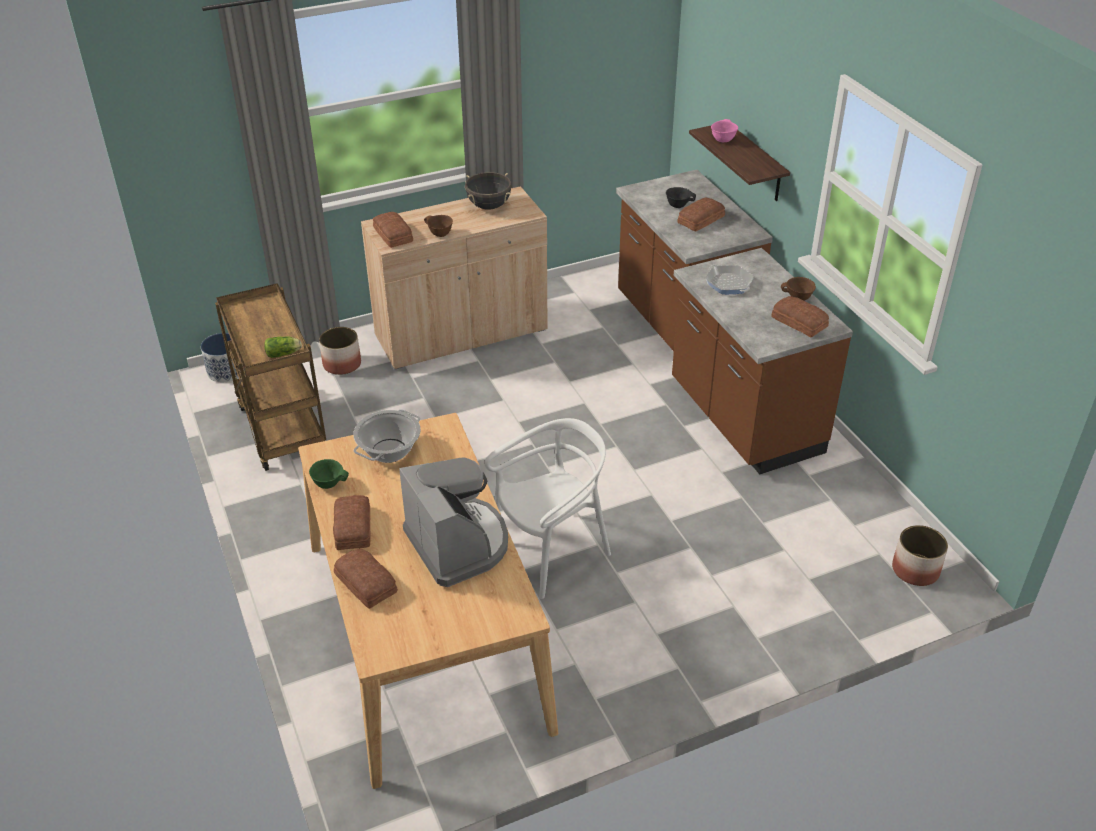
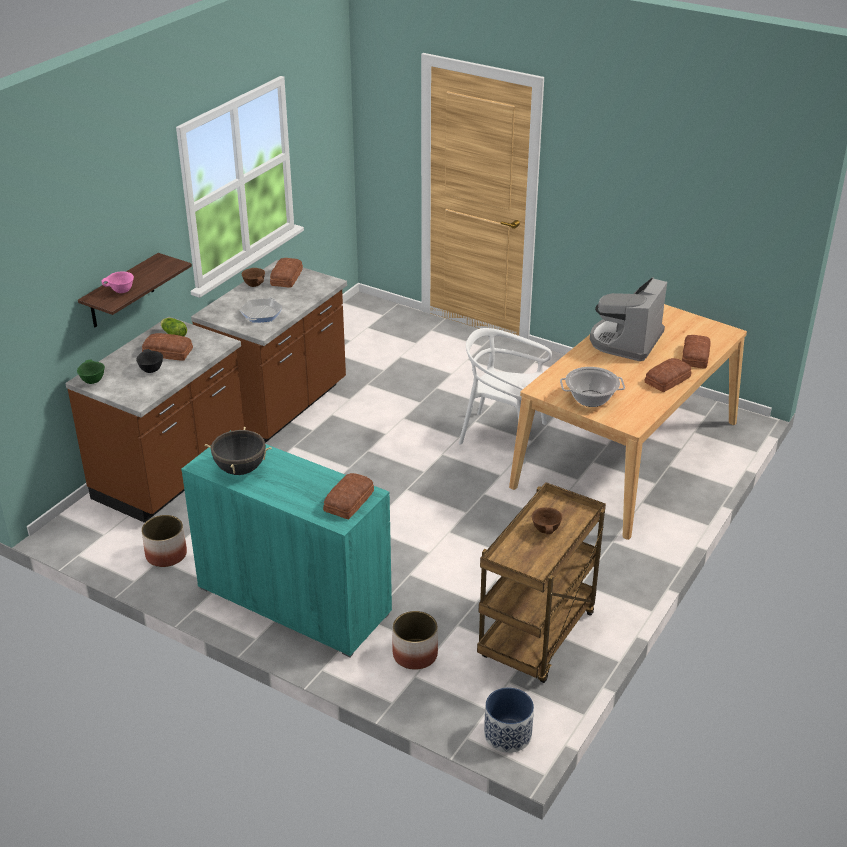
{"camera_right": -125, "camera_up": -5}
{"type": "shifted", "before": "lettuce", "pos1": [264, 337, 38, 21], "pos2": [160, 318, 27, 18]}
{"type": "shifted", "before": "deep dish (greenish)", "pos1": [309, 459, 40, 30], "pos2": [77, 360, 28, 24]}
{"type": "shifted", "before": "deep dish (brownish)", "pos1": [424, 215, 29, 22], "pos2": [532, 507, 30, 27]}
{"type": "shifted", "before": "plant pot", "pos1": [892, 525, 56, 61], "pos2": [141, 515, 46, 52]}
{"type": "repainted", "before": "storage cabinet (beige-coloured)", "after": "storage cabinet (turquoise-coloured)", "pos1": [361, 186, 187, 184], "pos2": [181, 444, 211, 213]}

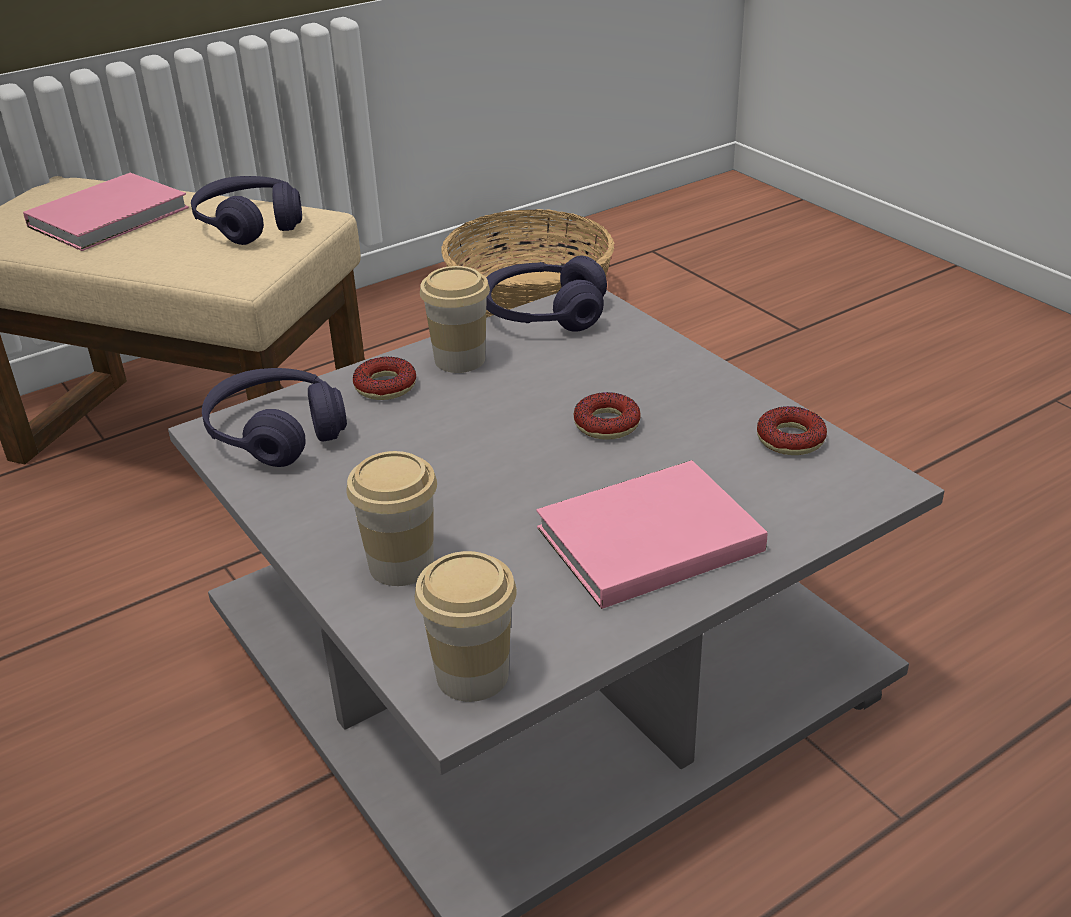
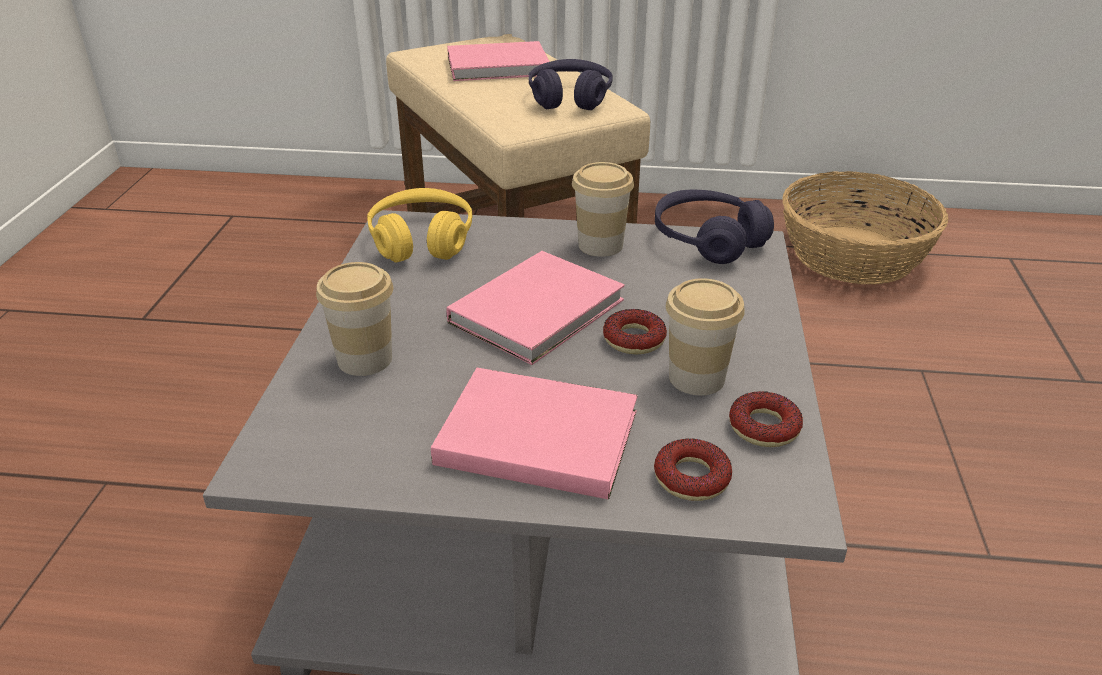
{"camera_right": 40, "camera_up": 0}
{"type": "new", "after": "book (pink)", "pos2": [447, 251, 178, 114]}
{"type": "shifted", "before": "donut", "pos1": [353, 357, 63, 43], "pos2": [654, 438, 78, 63]}
{"type": "shifted", "before": "drinking cup", "pos1": [415, 551, 102, 151], "pos2": [666, 278, 79, 117]}
{"type": "repainted", "before": "pair of headphones (purple)", "after": "pair of headphones (yellow-coloured)", "pos1": [202, 368, 145, 99], "pos2": [367, 188, 105, 74]}

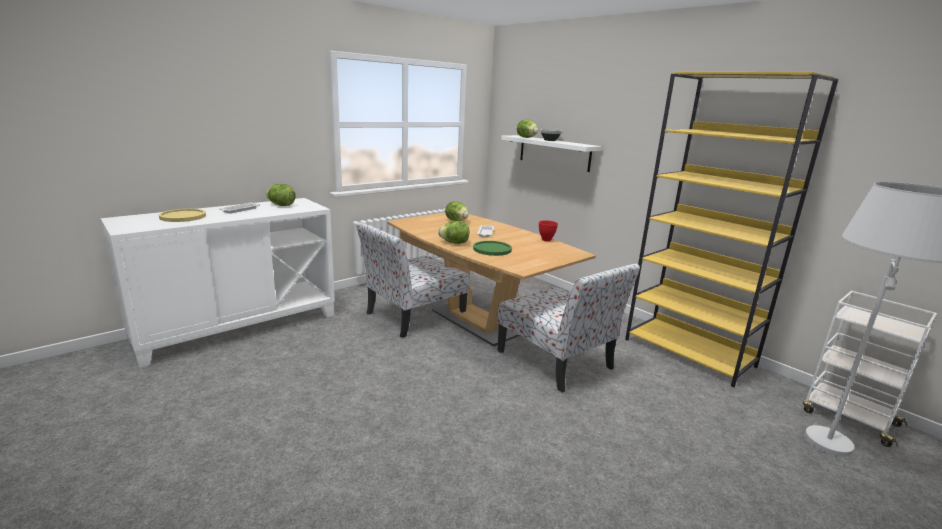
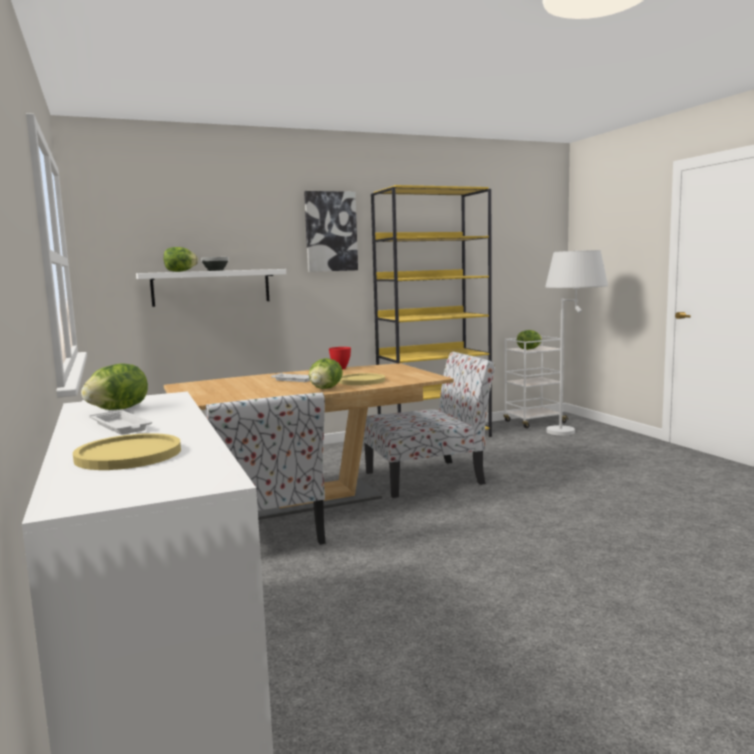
{"camera_right": -70, "camera_up": -10}
{"type": "new", "after": "picture", "pos2": [304, 191, 54, 81]}
{"type": "shifted", "before": "lettuce", "pos1": [445, 201, 24, 20], "pos2": [517, 330, 25, 20]}
{"type": "repainted", "before": "dinner plate (greenish)", "after": "dinner plate (yellow-coloured)", "pos1": [473, 241, 39, 15], "pos2": [338, 373, 47, 12]}

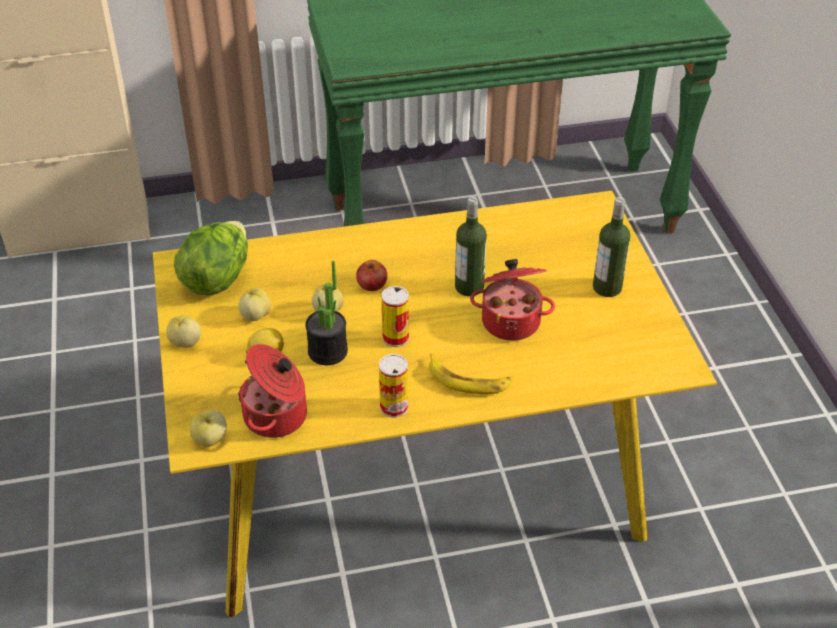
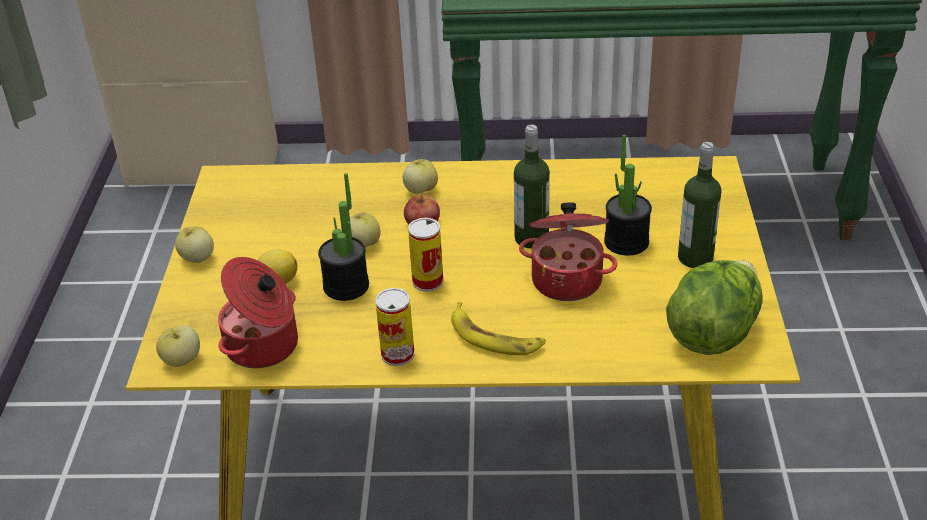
{"camera_right": 15, "camera_up": -5}
{"type": "new", "after": "houseplant", "pos2": [604, 135, 48, 120]}
{"type": "shifted", "before": "lettuce", "pos1": [174, 221, 74, 74], "pos2": [666, 260, 97, 95]}
{"type": "shifted", "before": "apple", "pos1": [239, 288, 32, 33], "pos2": [403, 159, 35, 35]}

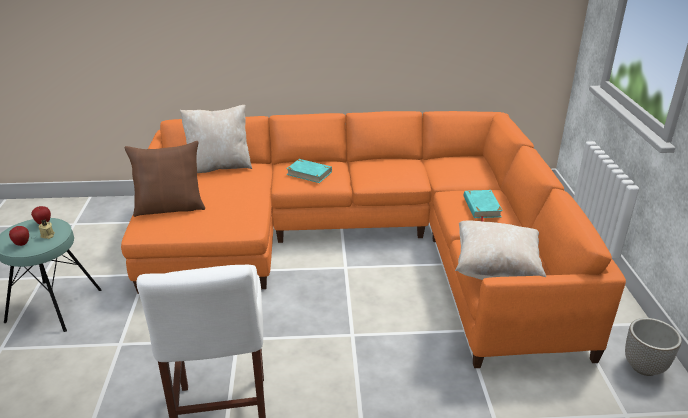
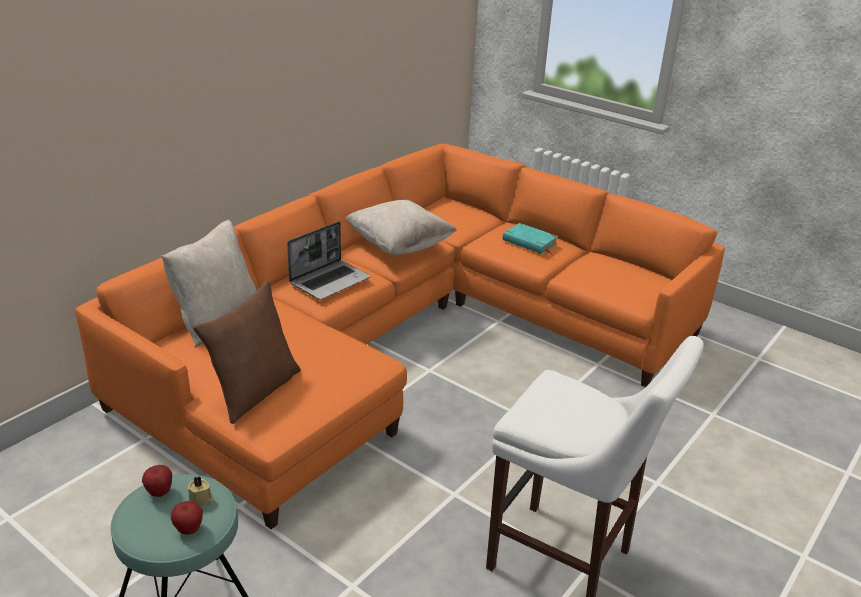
{"camera_right": -50, "camera_up": 0}
{"type": "gone", "before": "plant pot", "pos1": [625, 318, 57, 58]}
{"type": "shifted", "before": "pillow (beige-coloured)", "pos1": [455, 220, 91, 60], "pos2": [346, 200, 111, 55]}
{"type": "swapped", "before": "book (turquoise-coloured)", "after": "portable computer", "pos1": [286, 159, 46, 24], "pos2": [287, 221, 84, 79]}

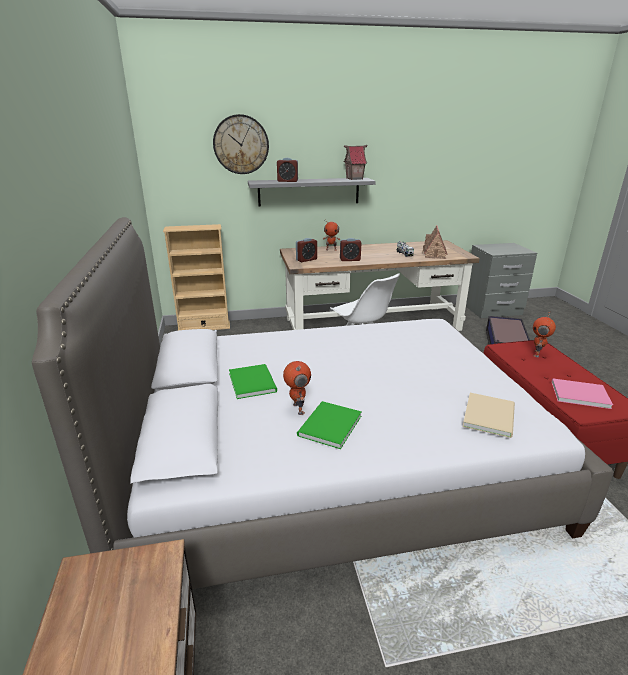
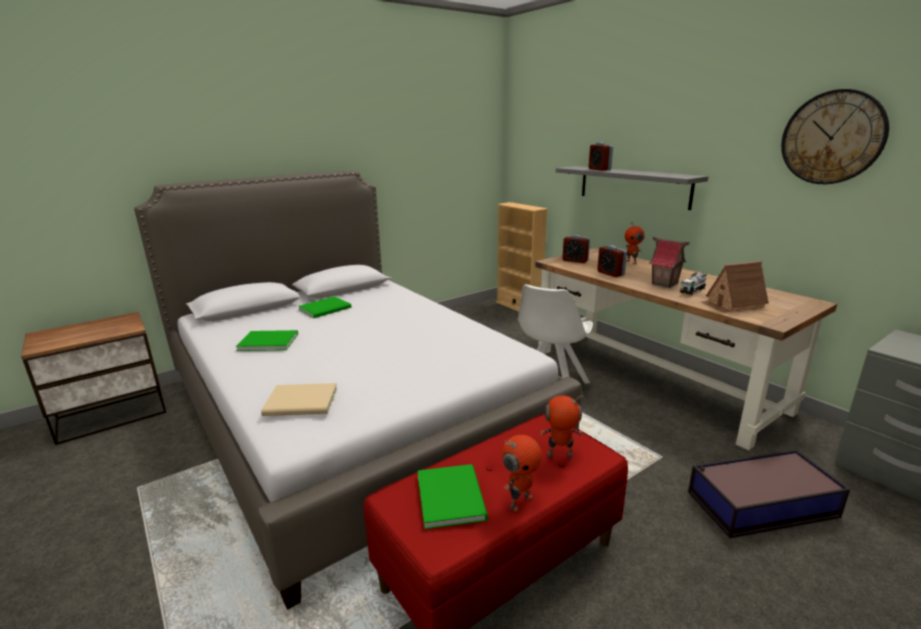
{"camera_right": 65, "camera_up": -5}
{"type": "shifted", "before": "wall clock", "pos1": [213, 114, 56, 60], "pos2": [781, 89, 108, 95]}
{"type": "shifted", "before": "robot figure", "pos1": [283, 361, 28, 54], "pos2": [502, 435, 40, 76]}
{"type": "shifted", "before": "model house", "pos1": [344, 145, 24, 35], "pos2": [650, 237, 40, 51]}
{"type": "repainted", "before": "book (pink)", "after": "book (greenish)", "pos1": [552, 379, 61, 30], "pos2": [418, 464, 70, 65]}

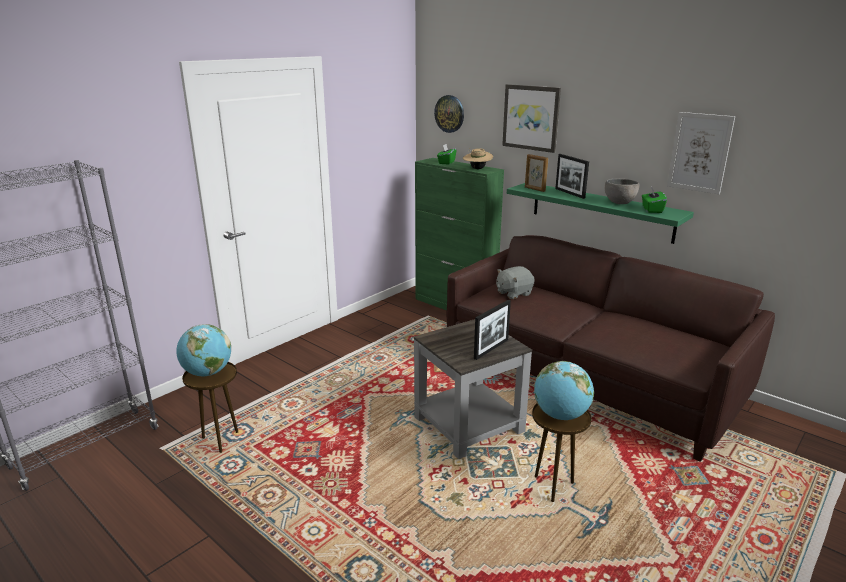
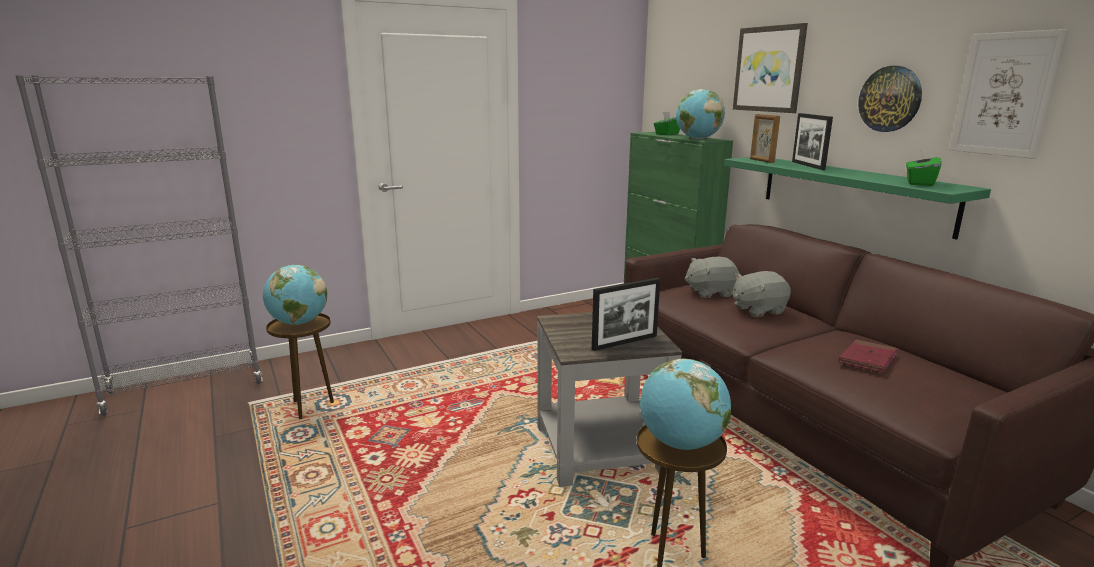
{"camera_right": 20, "camera_up": -5}
{"type": "gone", "before": "deep dish (grey)", "pos1": [605, 179, 35, 25]}
{"type": "new", "after": "plush toy (grey)", "pos2": [733, 271, 58, 46]}
{"type": "new", "after": "book (red-coloured)", "pos2": [839, 339, 59, 34]}
{"type": "shifted", "before": "wall clock", "pos1": [434, 95, 30, 38], "pos2": [858, 66, 64, 66]}
{"type": "swapped", "before": "clothing hat (beige-coloured)", "after": "desk globe", "pos1": [463, 148, 30, 21], "pos2": [676, 89, 49, 50]}

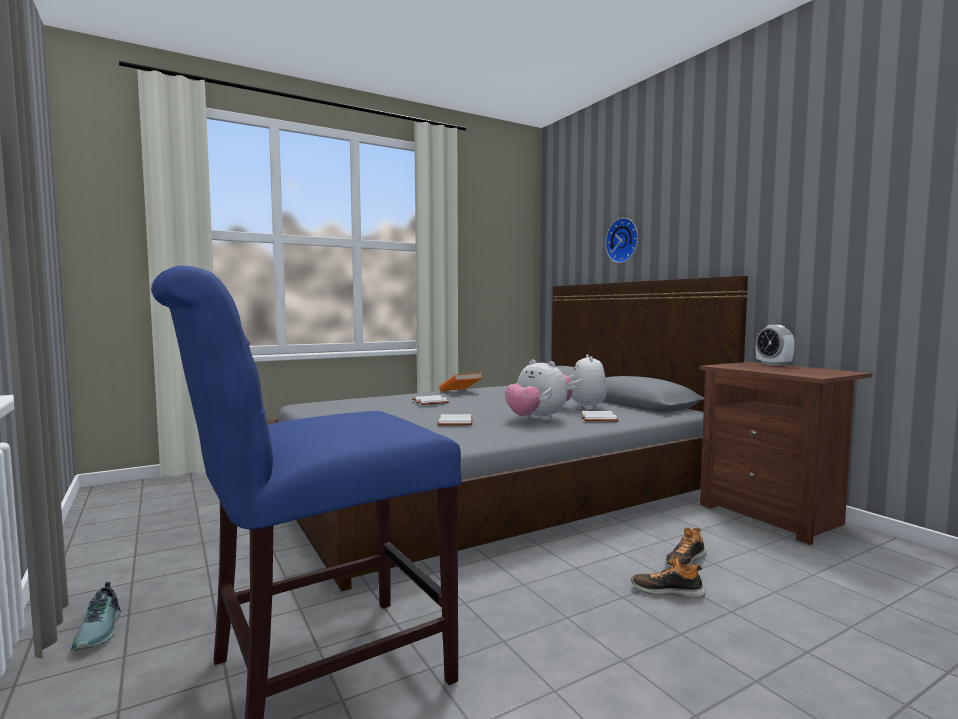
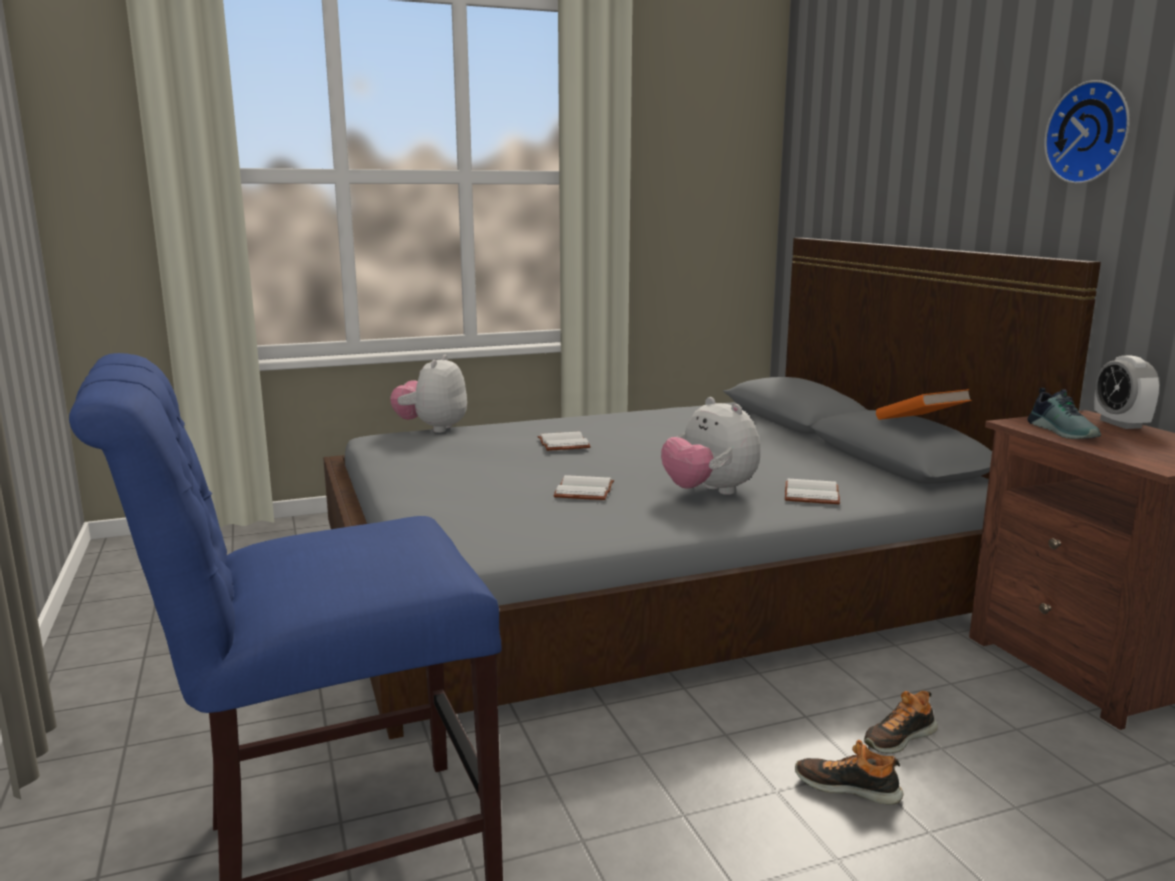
{"camera_right": 10, "camera_up": 10}
{"type": "shifted", "before": "shoe", "pos1": [71, 582, 50, 69], "pos2": [1027, 388, 74, 51]}
{"type": "shifted", "before": "book (orange-coloured)", "pos1": [439, 372, 43, 19], "pos2": [876, 389, 96, 31]}
{"type": "shifted", "before": "plush toy", "pos1": [563, 354, 44, 56], "pos2": [390, 355, 77, 78]}
{"type": "shifted", "before": "wall clock", "pos1": [605, 218, 33, 45], "pos2": [1044, 80, 86, 104]}

